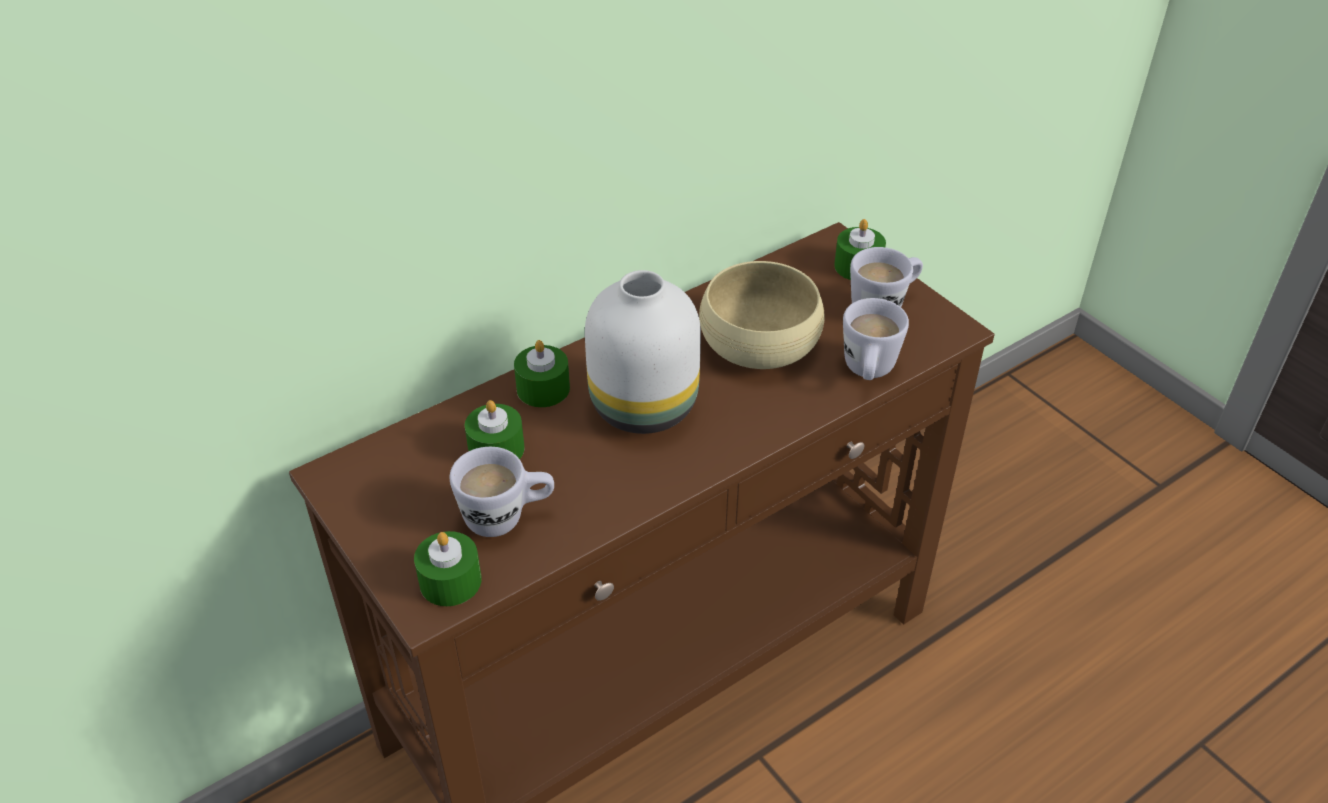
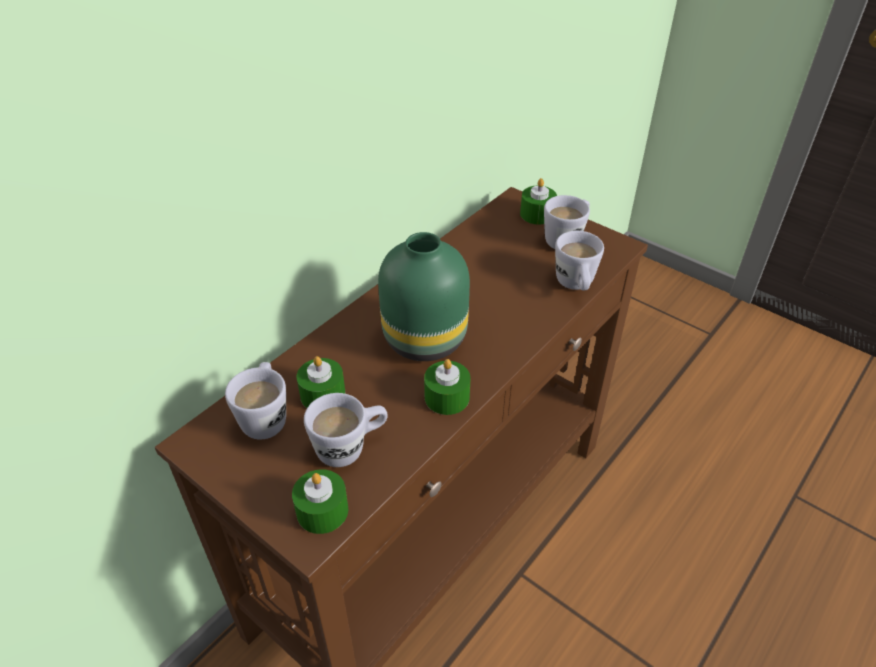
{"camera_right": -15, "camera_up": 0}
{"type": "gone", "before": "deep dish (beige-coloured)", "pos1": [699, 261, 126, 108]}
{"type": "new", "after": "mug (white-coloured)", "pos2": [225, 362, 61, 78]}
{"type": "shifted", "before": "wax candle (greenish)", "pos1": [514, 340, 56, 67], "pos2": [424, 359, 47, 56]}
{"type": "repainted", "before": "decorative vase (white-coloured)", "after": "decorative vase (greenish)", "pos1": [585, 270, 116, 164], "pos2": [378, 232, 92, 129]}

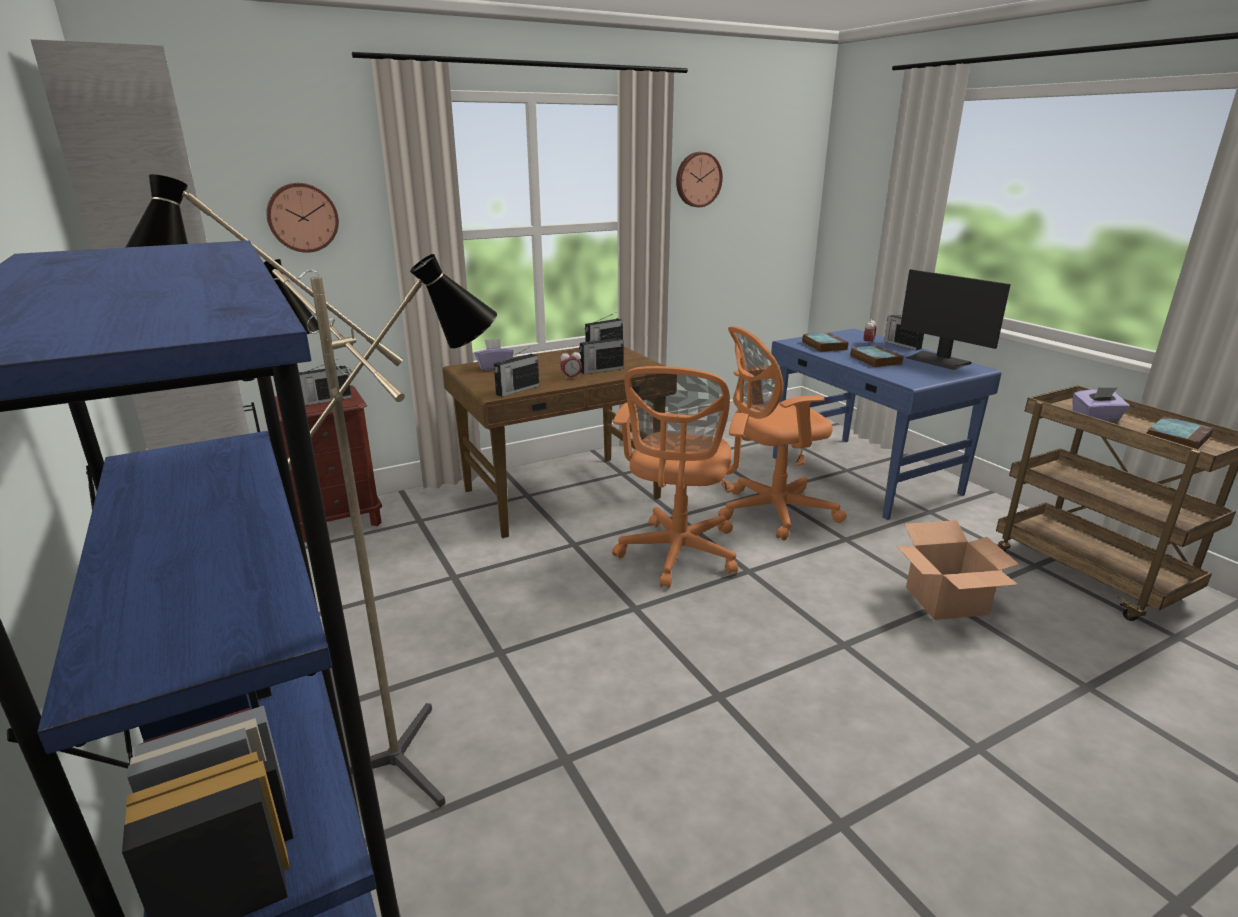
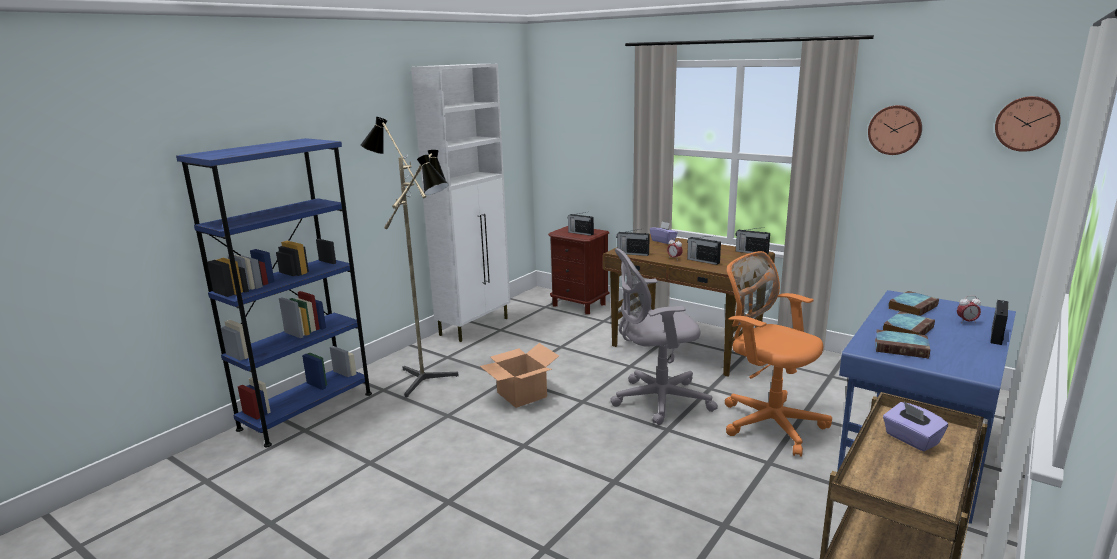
{"camera_right": 65, "camera_up": -5}
{"type": "gone", "before": "computer screen", "pos1": [900, 269, 111, 101]}
{"type": "shifted", "before": "wall clock", "pos1": [266, 183, 73, 70], "pos2": [995, 96, 66, 56]}
{"type": "shifted", "before": "packing box", "pos1": [896, 520, 123, 100], "pos2": [480, 343, 79, 65]}
{"type": "shifted", "before": "book", "pos1": [1146, 416, 68, 33], "pos2": [875, 329, 55, 30]}
{"type": "repainted", "before": "desk chair (orange-coloured)", "after": "desk chair (grey)", "pos1": [612, 366, 136, 222], "pos2": [610, 248, 108, 177]}

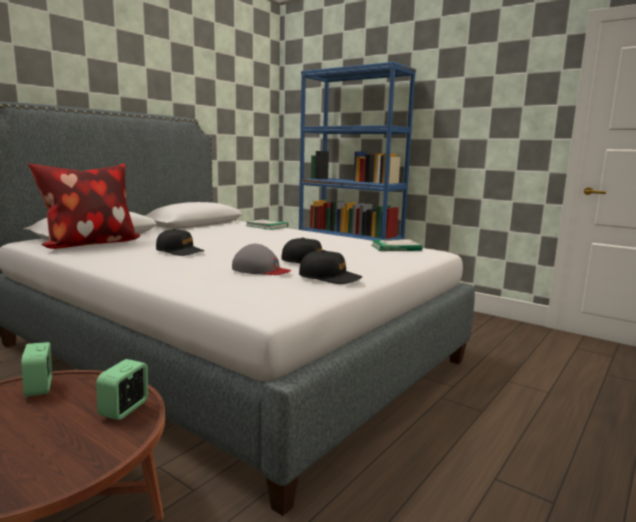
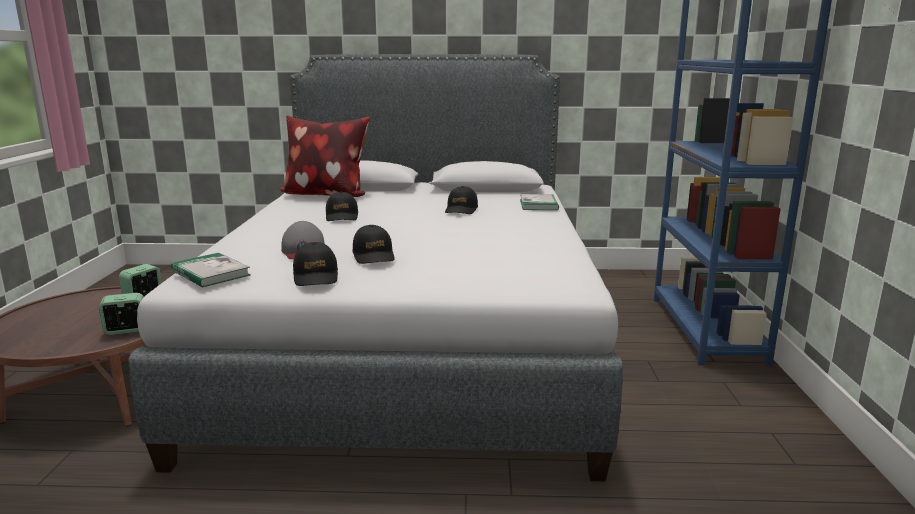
{"camera_right": 55, "camera_up": 5}
{"type": "new", "after": "baseball cap (blackish)", "pos2": [445, 186, 33, 28]}
{"type": "shifted", "before": "book", "pos1": [372, 240, 50, 11], "pos2": [171, 253, 80, 35]}

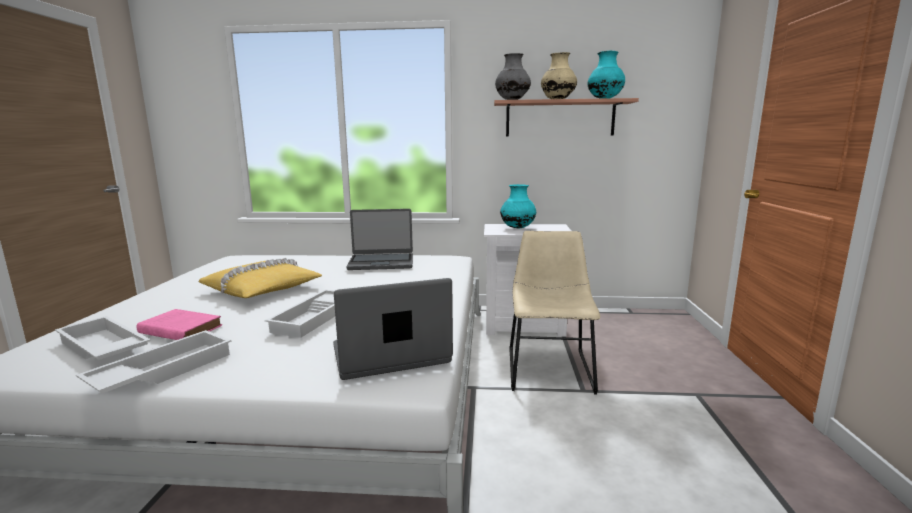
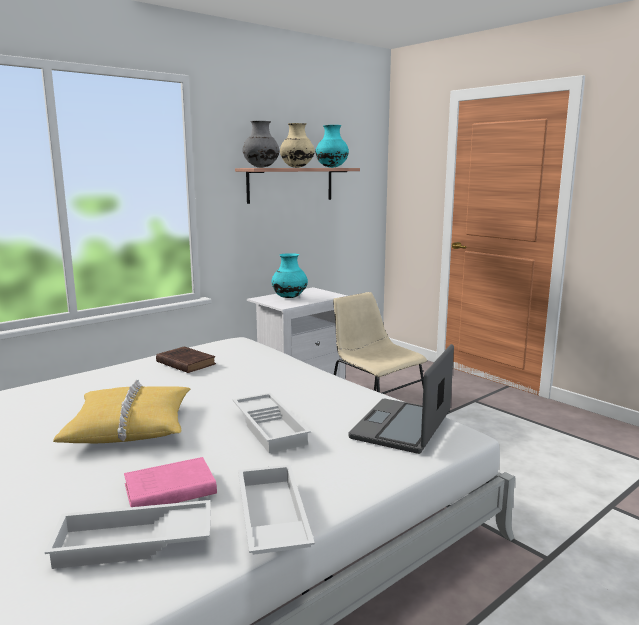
{"camera_right": -45, "camera_up": 0}
{"type": "swapped", "before": "portable computer", "after": "book (brownish)", "pos1": [346, 209, 67, 61], "pos2": [156, 346, 60, 27]}

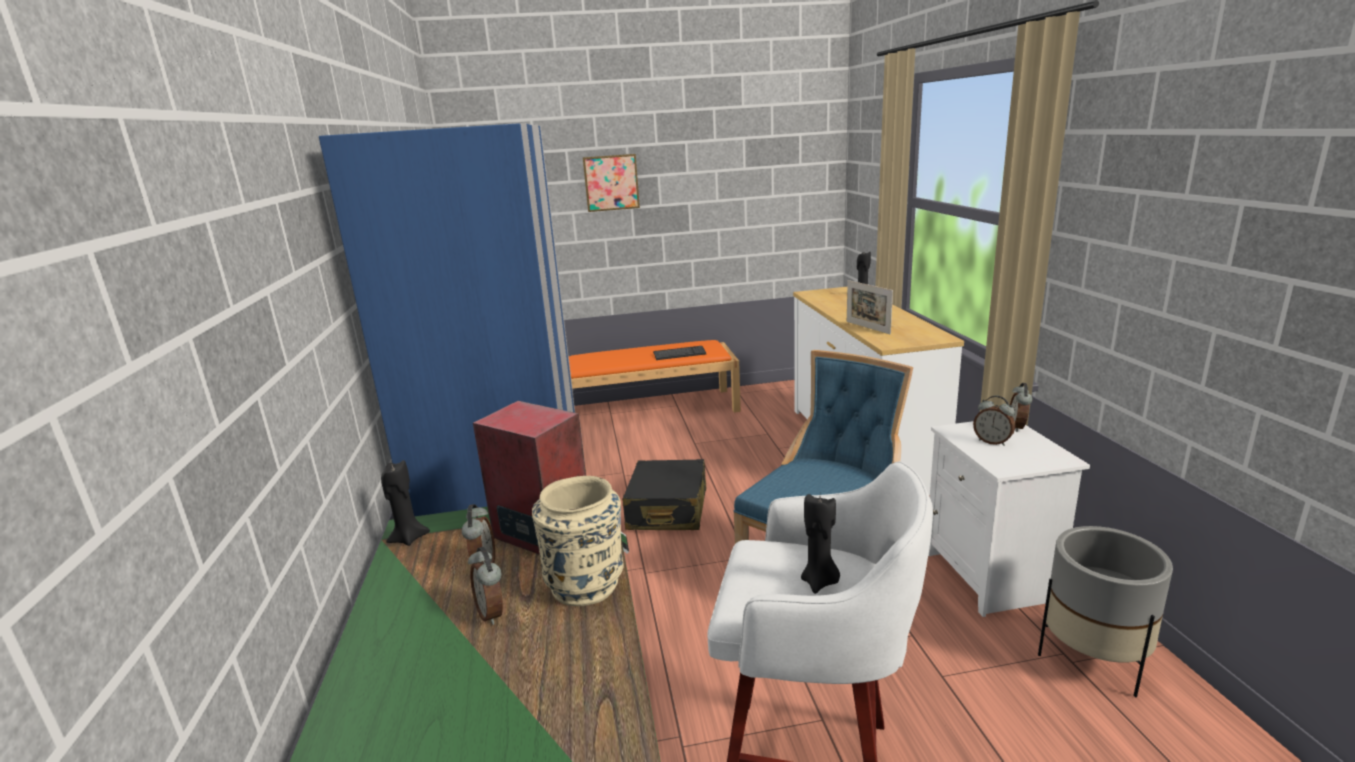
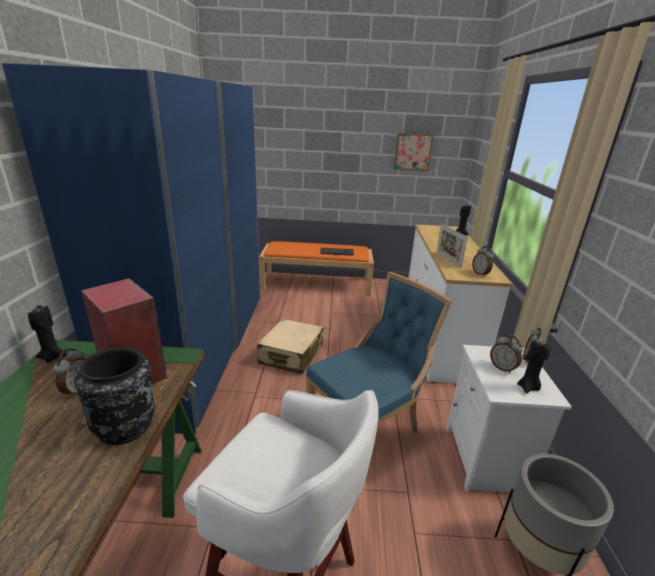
{"camera_right": 10, "camera_up": 5}
{"type": "shifted", "before": "table clock", "pos1": [468, 547, 35, 78], "pos2": [472, 246, 22, 31]}
{"type": "shifted", "before": "picture", "pos1": [583, 154, 57, 58], "pos2": [394, 133, 39, 38]}
{"type": "shifted", "before": "wax candle (blackish)", "pos1": [801, 494, 39, 100], "pos2": [517, 340, 34, 53]}
{"type": "repainted", "before": "decorative vase (beige-coloured)", "after": "decorative vase (blackish)", "pos1": [532, 476, 92, 130], "pos2": [74, 348, 81, 97]}
{"type": "repainted", "before": "piece of luggage (blackish)", "after": "piece of luggage (beige-coloured)", "pos1": [622, 459, 85, 71], "pos2": [257, 319, 66, 55]}

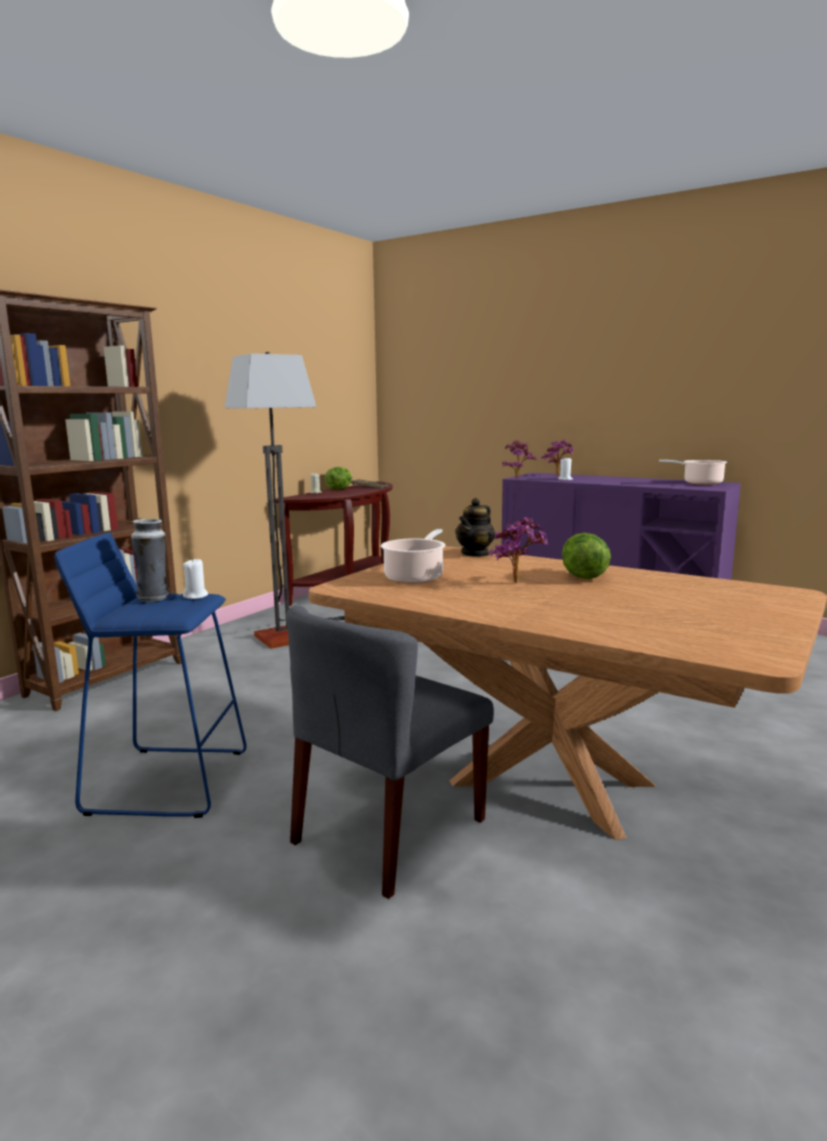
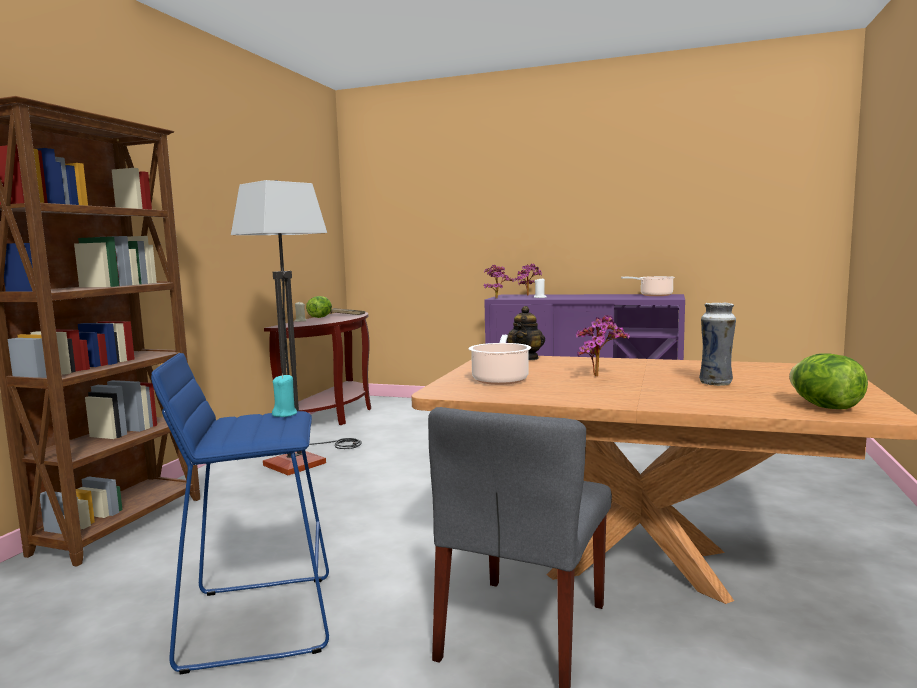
{"camera_right": -15, "camera_up": -5}
{"type": "shifted", "before": "decorative vase", "pos1": [131, 519, 38, 83], "pos2": [699, 303, 37, 83]}
{"type": "shifted", "before": "lettuce", "pos1": [562, 533, 49, 46], "pos2": [789, 353, 79, 56]}
{"type": "repainted", "before": "wax candle (white-coloured)", "after": "wax candle (turquoise-coloured)", "pos1": [183, 558, 25, 41], "pos2": [272, 374, 25, 43]}

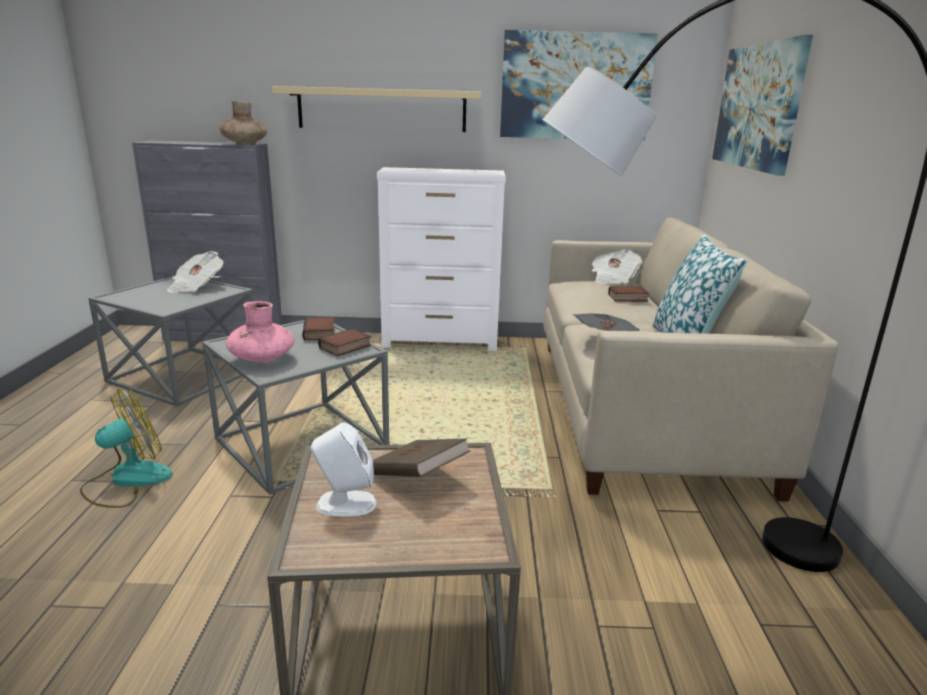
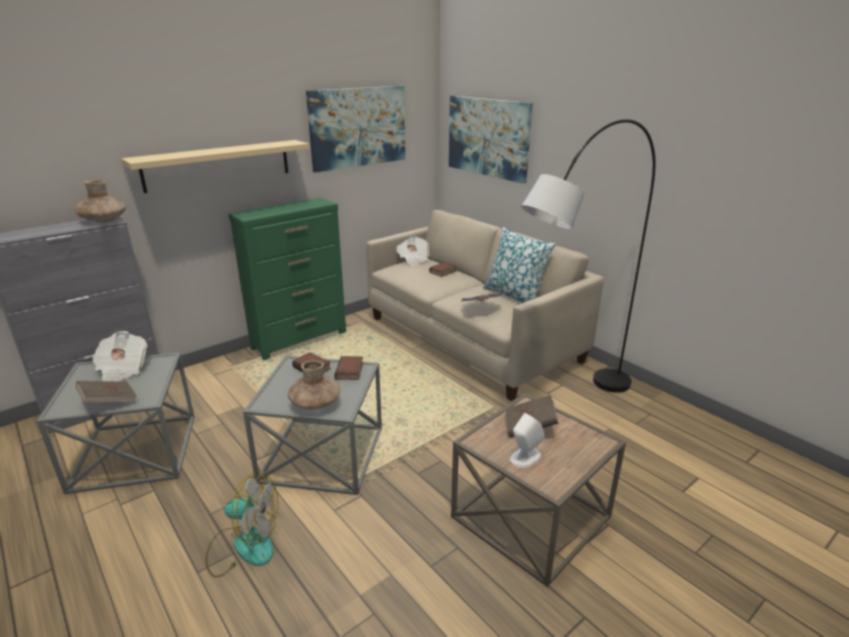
{"camera_right": -40, "camera_up": 5}
{"type": "new", "after": "book (brownish)", "pos2": [76, 381, 61, 22]}
{"type": "repainted", "before": "decorative vase (pink)", "after": "decorative vase (brownish)", "pos1": [226, 301, 68, 62], "pos2": [288, 360, 52, 50]}
{"type": "repainted", "before": "chest of drawers (white-coloured)", "after": "chest of drawers (greenish)", "pos1": [377, 167, 129, 184], "pos2": [229, 197, 117, 163]}
{"type": "rotated", "before": "cooling fan", "pos1": [80, 389, 93, 119], "pos2": [205, 472, 73, 106], "turn": 90}

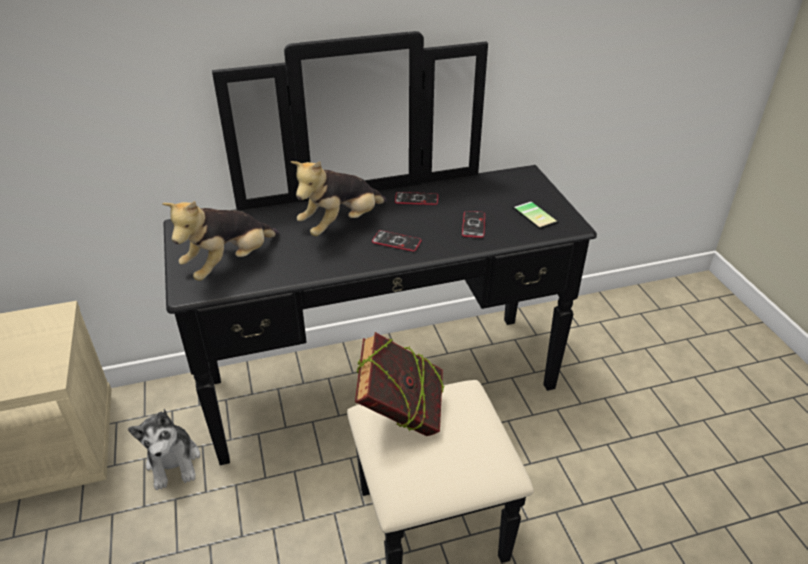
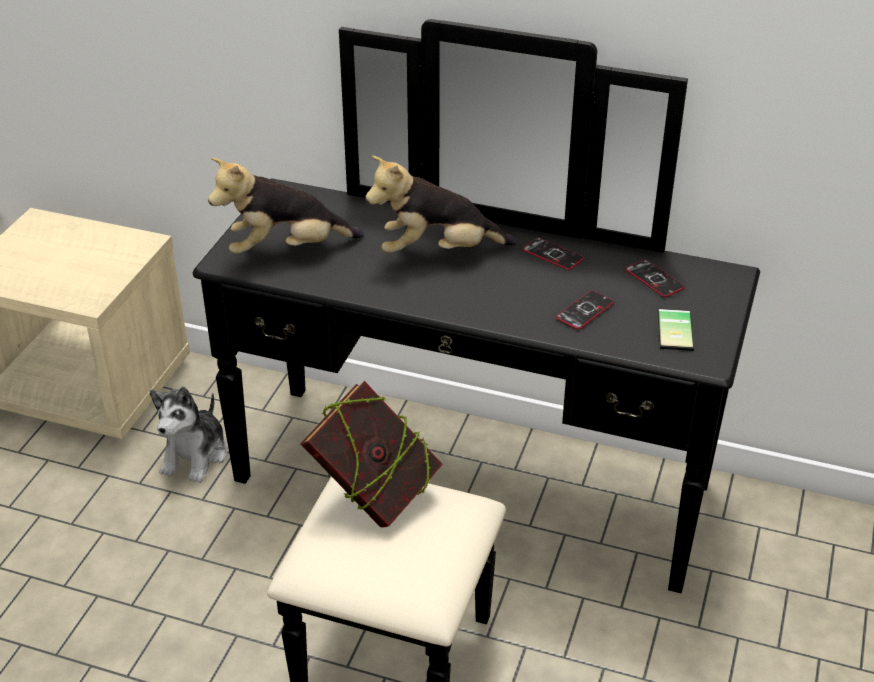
{"camera_right": 35, "camera_up": 0}
{"type": "shifted", "before": "telephone", "pos1": [372, 230, 50, 22], "pos2": [625, 260, 60, 37]}

